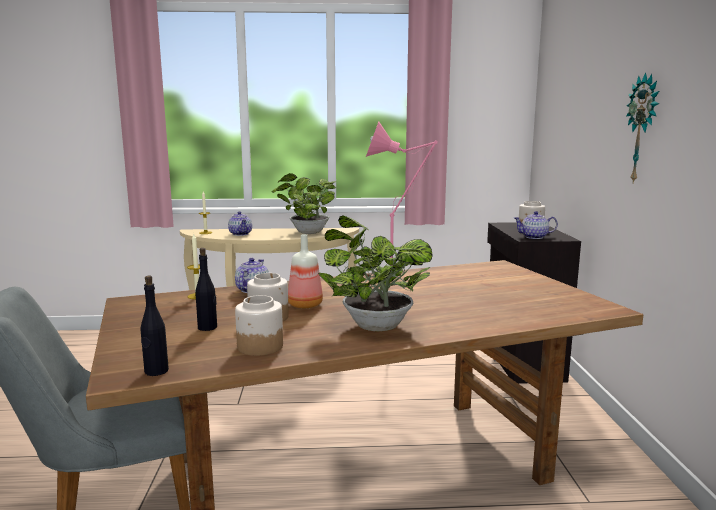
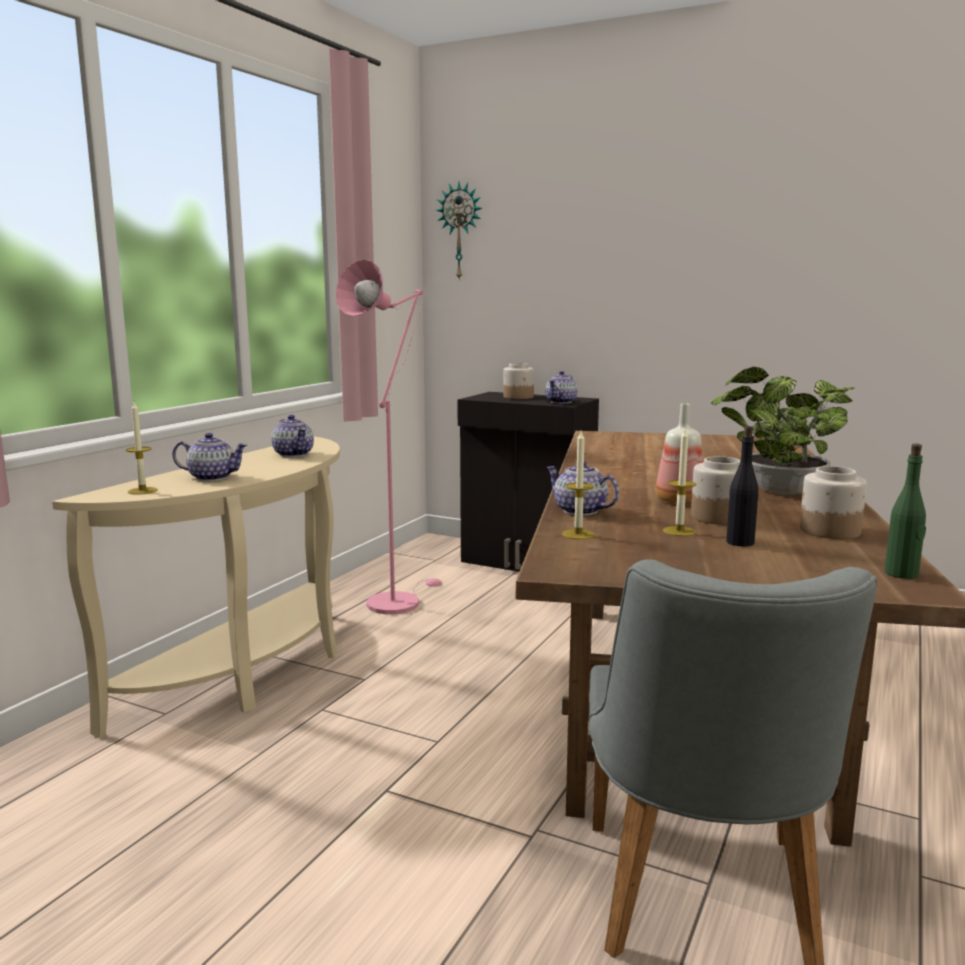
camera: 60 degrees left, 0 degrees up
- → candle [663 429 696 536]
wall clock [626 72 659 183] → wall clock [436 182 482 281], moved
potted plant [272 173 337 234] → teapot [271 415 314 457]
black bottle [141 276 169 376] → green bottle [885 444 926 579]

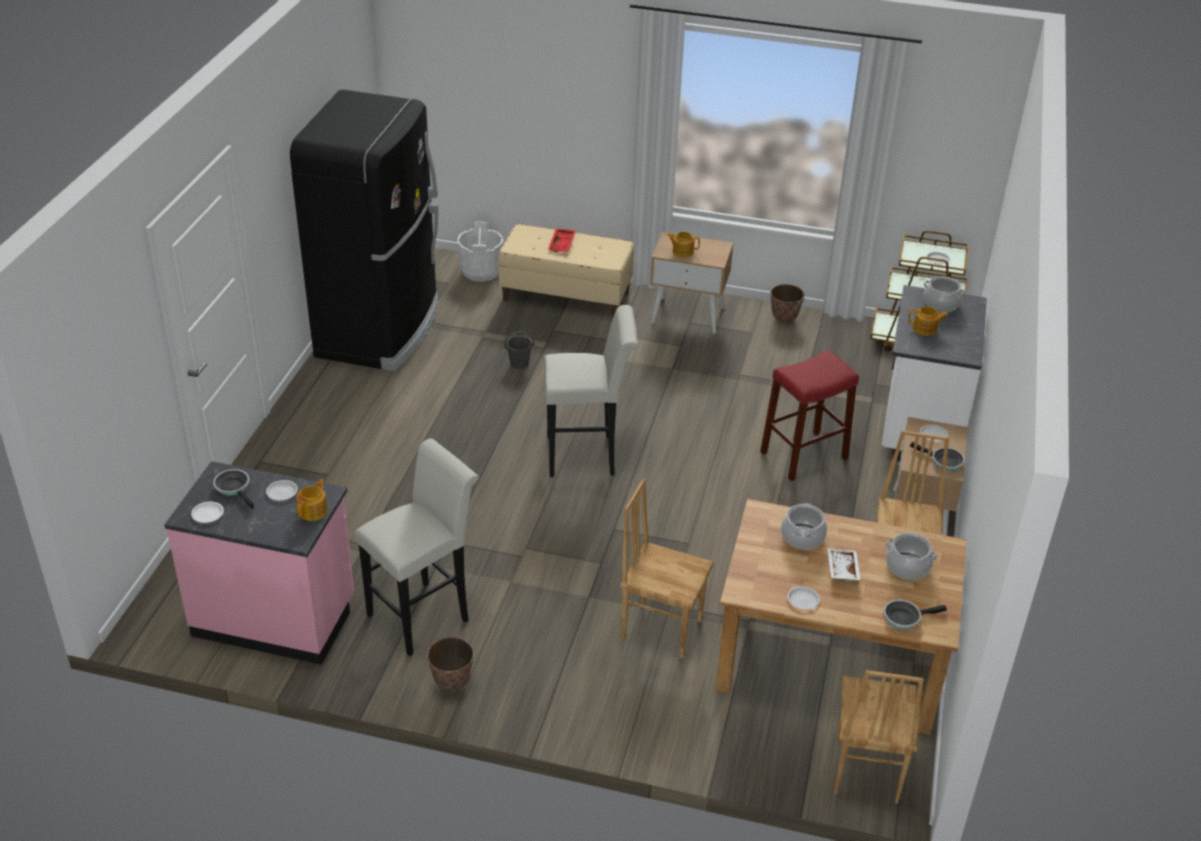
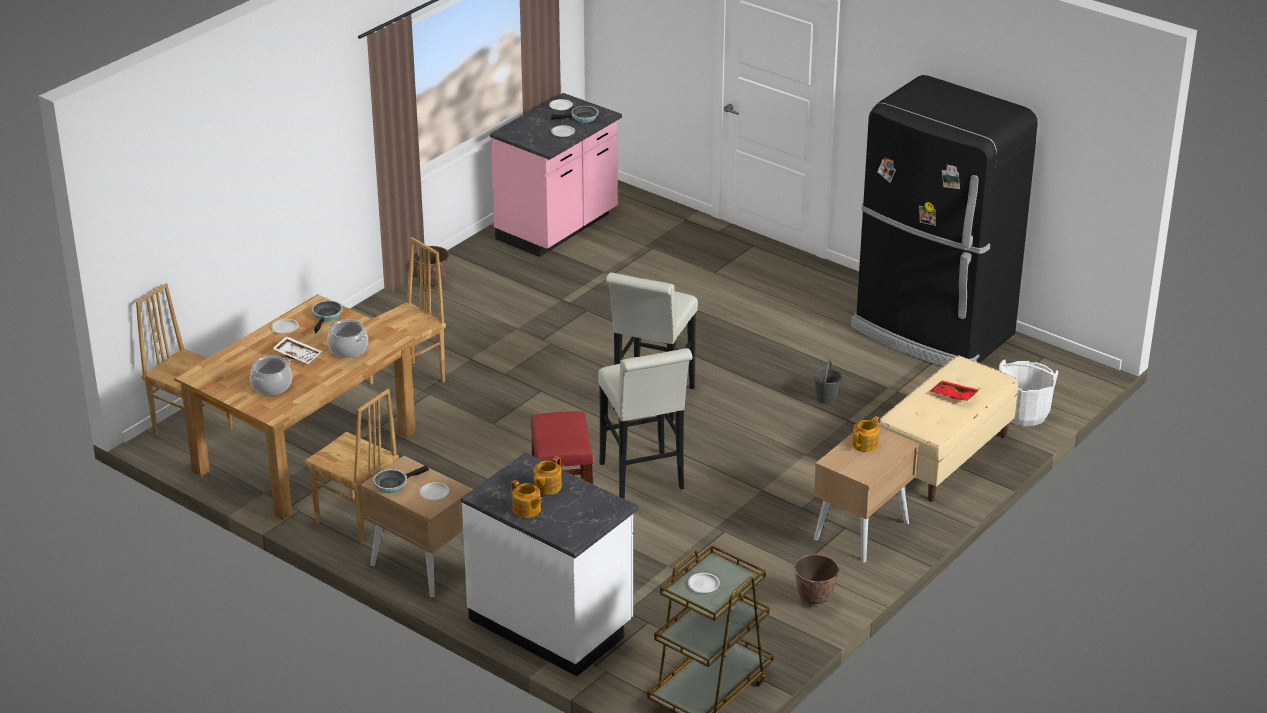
camera: 115 degrees right, 5 degrees down
cooking pot [924 276 966 312] → -
teapot [296 479 327 521] → teapot [511 480 543 518], moved
white stool [354 438 479 656] → white stool [598 348 693 499], moved
frying pan [883 599 947 630] → frying pan [312 300 343 333], moved

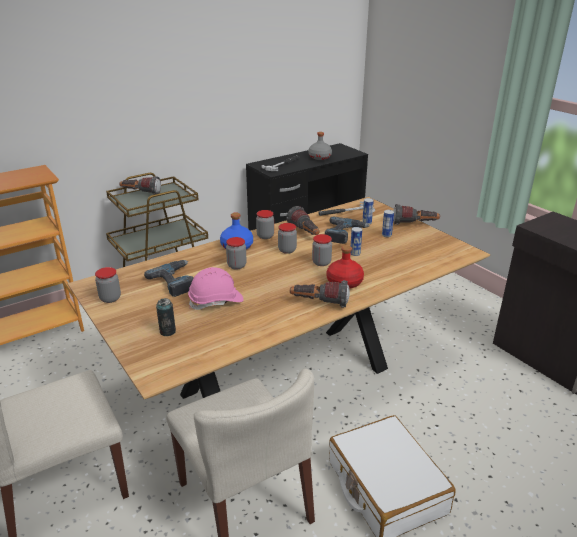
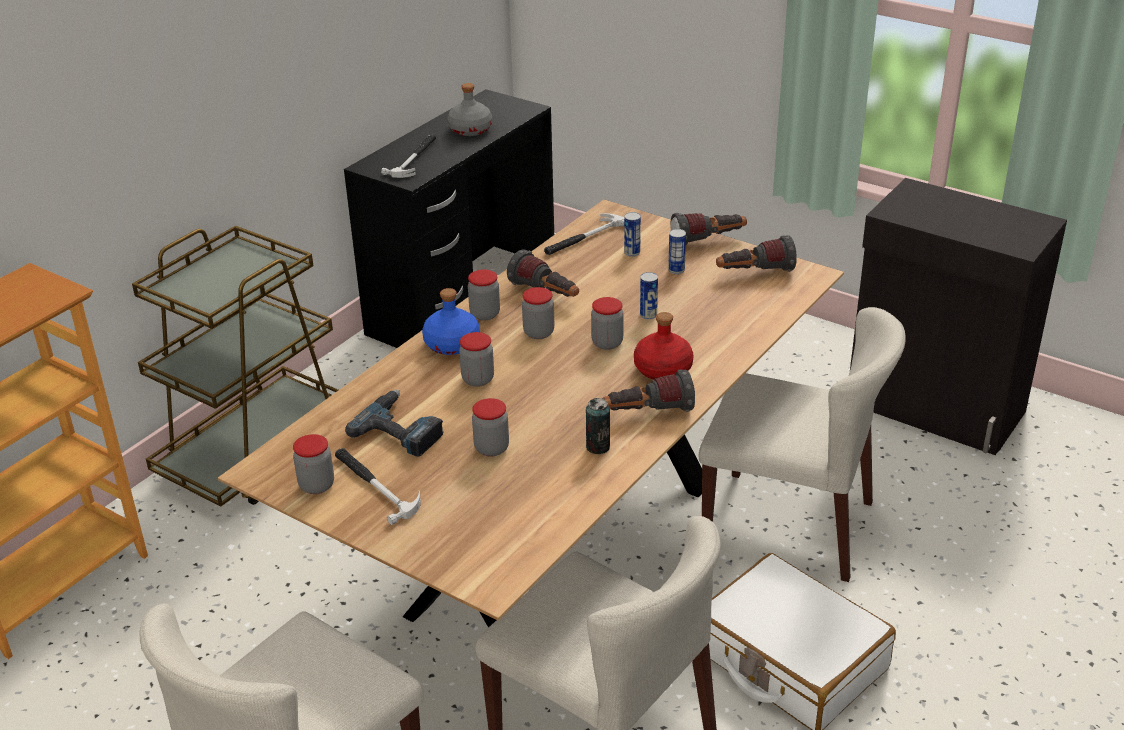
camera: 20 degrees left, 5 degrees up
power drill [325 216 369 244] → -
- → hammer [335 448 421 525]
- → beige chair [699 307 906 582]
flashlight [119 176 161 195] → flashlight [716 235 797 272], moved
can [156 298 176 336] → can [586 398 610 454], moved
pink hard hat [188 267 244 310] → jar [472 398 509 456]

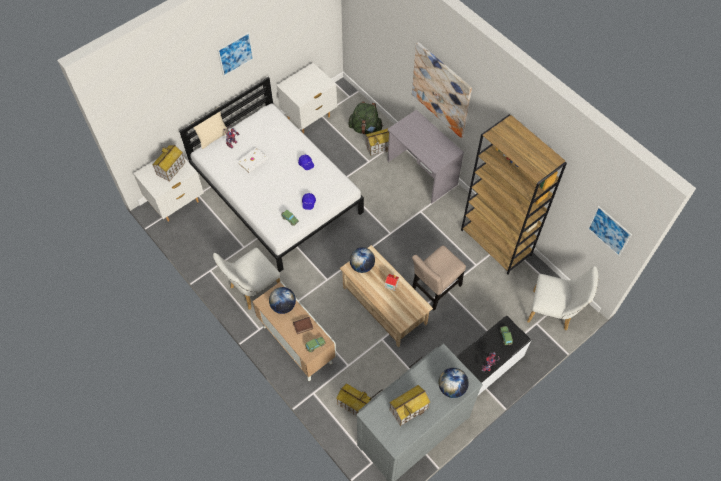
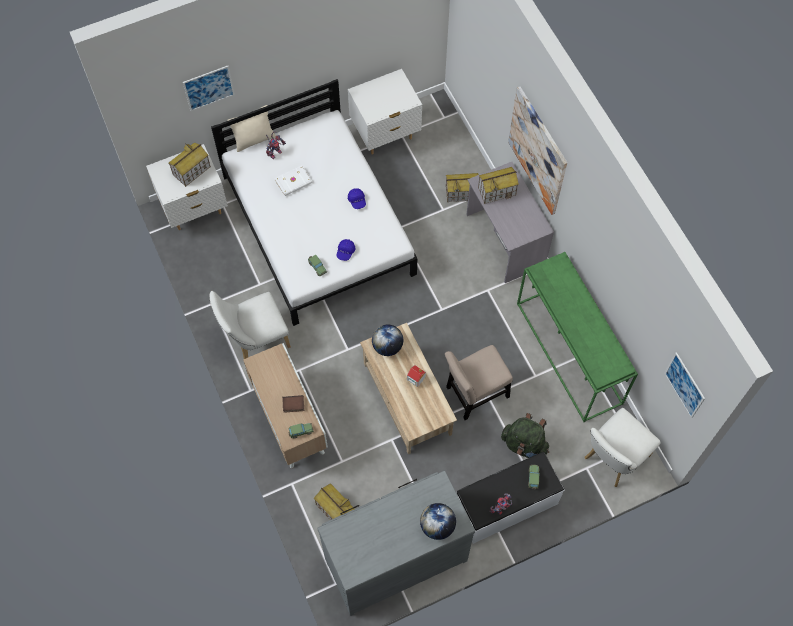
camera: 15 degrees right, 5 degrees up
globe [269 287 296 314] → -
picture [218 32 254 77] → picture [183 66 235 111], moved
green backpack [349 102 383 134] → green backpack [501 413 550 458], moved
toy house [389 385 430 426] → toy house [478 167 519 204], moved
brown bookcase [461 114 567 275] → green console table [517 252 638 422]
white chair [527 266 598 331] → white chair [584 408 661 487], 105 degrees clockwise

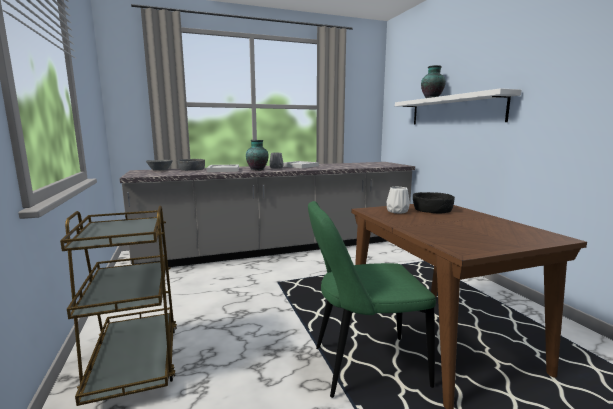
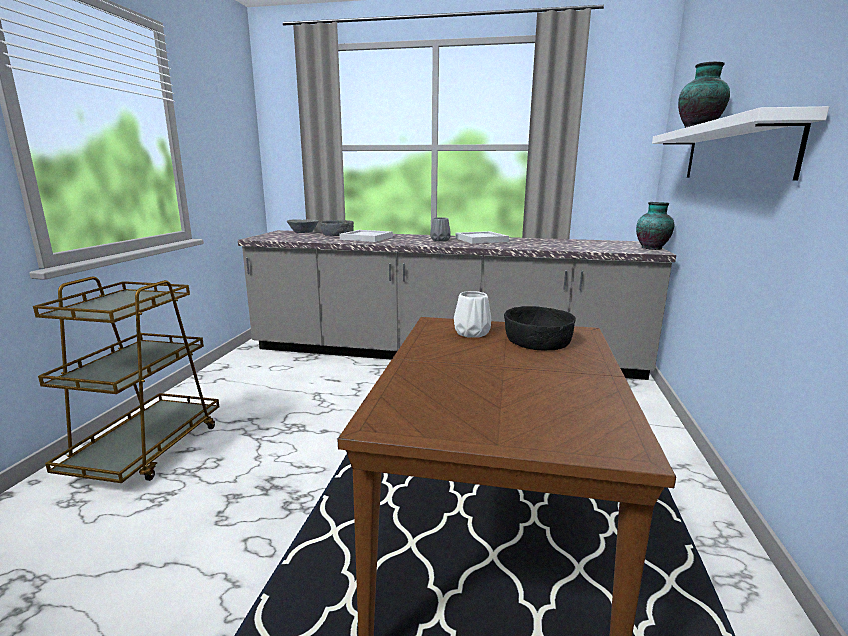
camera: 30 degrees right, 5 degrees up
green chair [308 201 436 398] → -
vase [246 140 269 171] → vase [636 202 674 250], moved

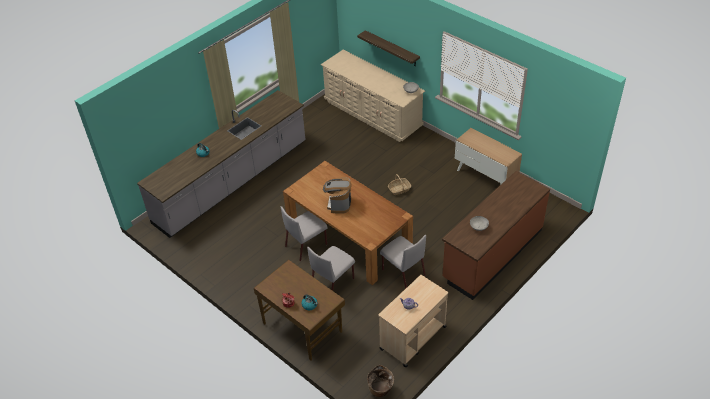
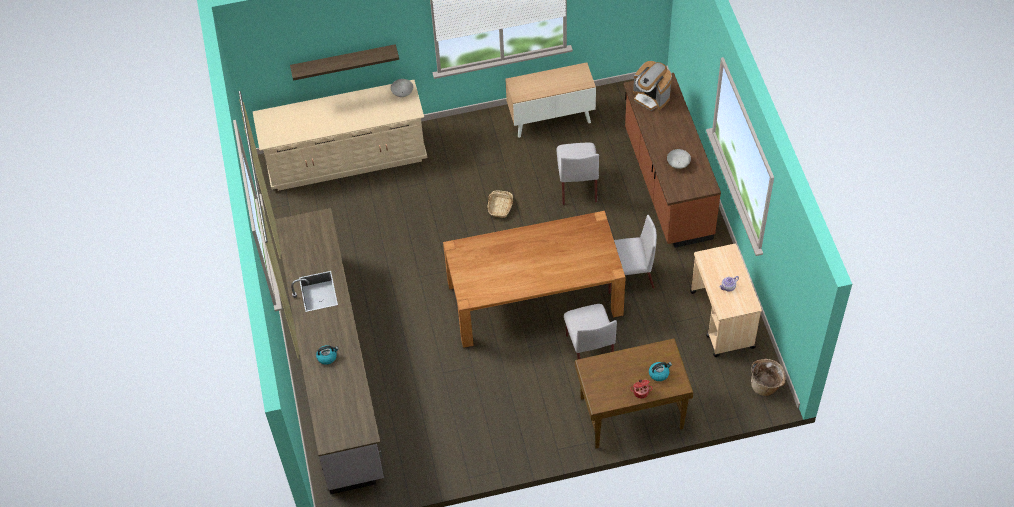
camera: 55 degrees left, 10 degrees up
grey chair [281 206 328 261] → grey chair [557 142 599 205], moved
coffee machine [323 177 352 214] → coffee machine [633 61 672 111], moved

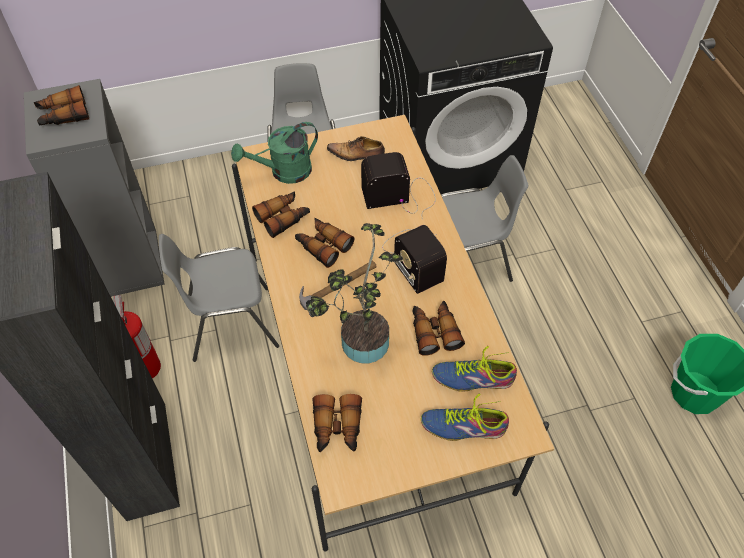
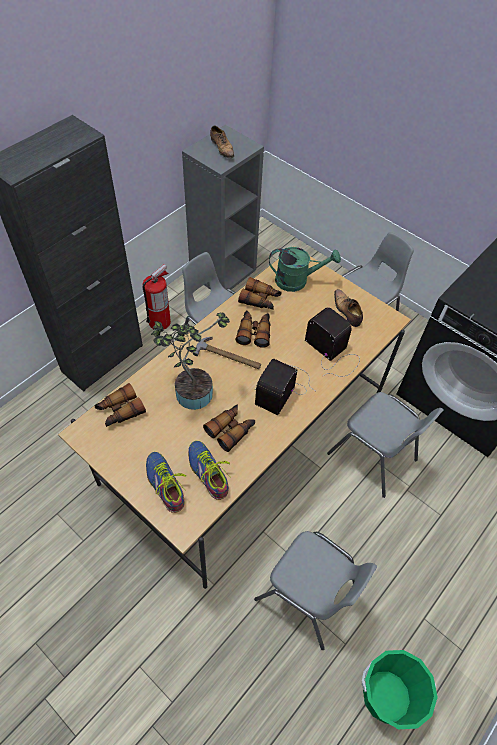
camera: 55 degrees right, 0 degrees up
- → grey chair [254 531 377 650]
binoculars [34 85 89 126] → shoe [210 126 234 158]
green watering can [231 122 318 184] → green watering can [269 247 341 292], 150 degrees clockwise

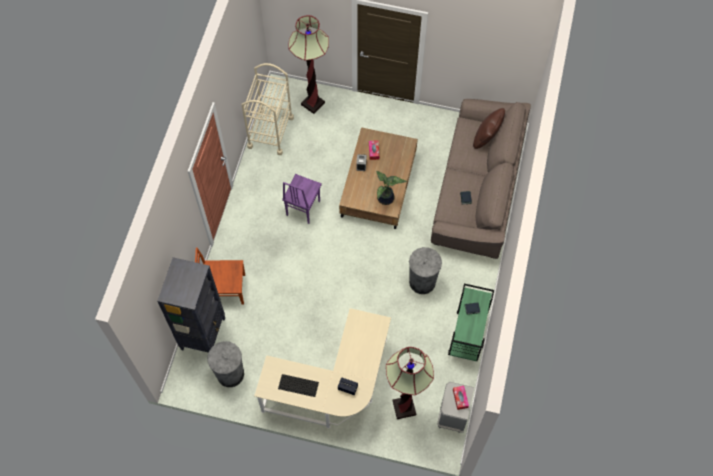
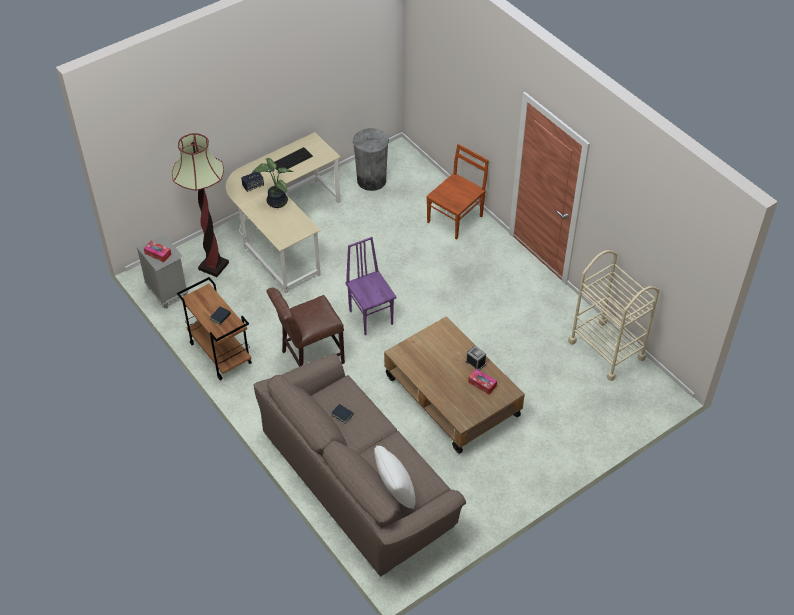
camera: 130 degrees right, 15 degrees down
black bookcase [157 257 226 353] → -
floor lamp [289 15 329 114] → -
purple chair [282 174 322 224] → purple chair [346 237 397 335], moved
potted plant [376 171 407 205] → potted plant [252 158 294 208], moved
grey trash can [409 247 442 294] → brown chair [266 288 345 367]
green cart [448 284 494 361] → brown cart [177 277 252 380]
brown pillow [473 108 505 149] → white pillow [374 445 415 509]

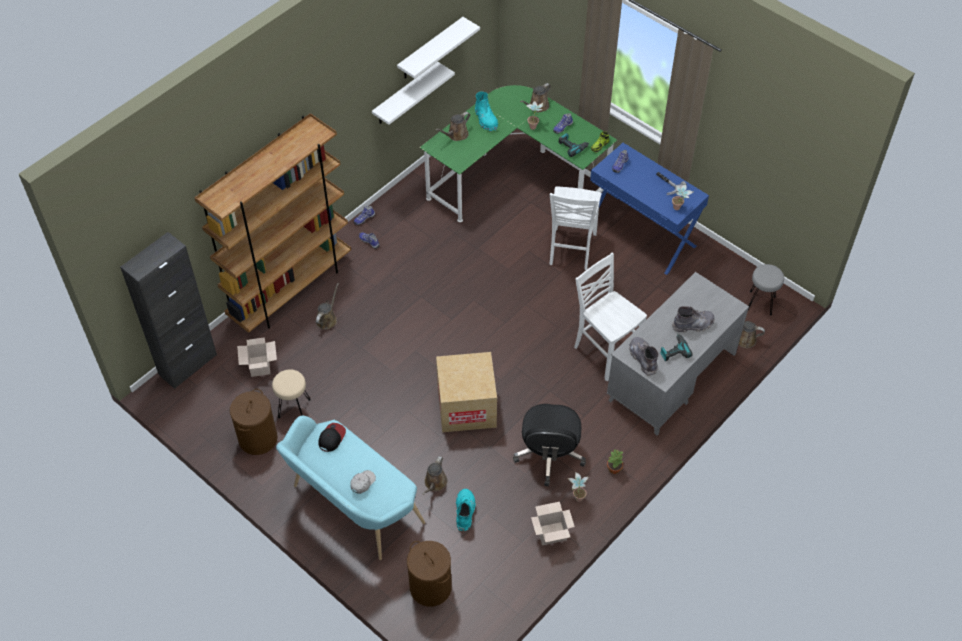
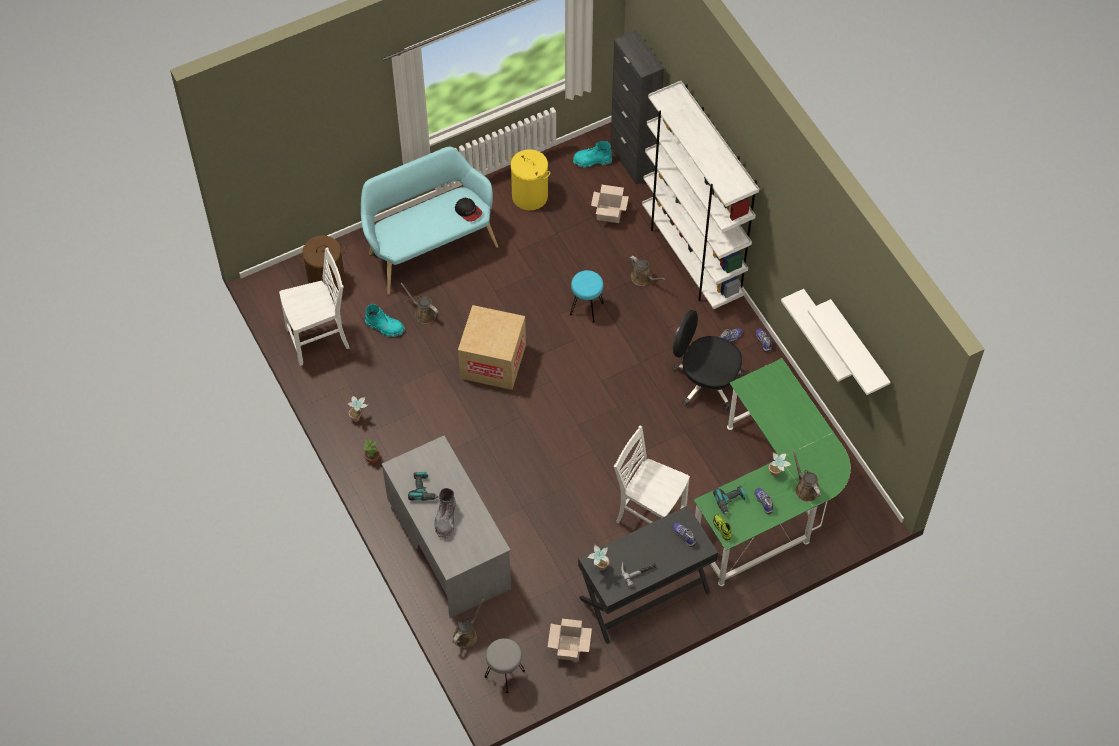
camera: 110 degrees right, 5 degrees up
beige stool [272 369 311 418] → -
white cap [350 470 376 494] → -
brown watering can [435 112 470 141] → -
grey boot [629 337 659 376] → -
- → turquoise stool [570 270 604 323]
turquoise boot [475 91 498 131] → turquoise boot [573 141 612 168], moved
black office chair [513 404 586 487] → black office chair [672 310 745 410], moved
cardboard box [531 502 575 545] → cardboard box [548 619 592 661], moved
white chair [574 252 647 381] → white chair [279 247 349 366], moved
brown bookcase [194 113 351 333] → white bookcase [642 81 759 309]
brown laundry basket [230 389 278 455] → yellow laundry basket [509 149 550 210]
blue desk [590 143 709 275] → black desk [578 506 718 644]

